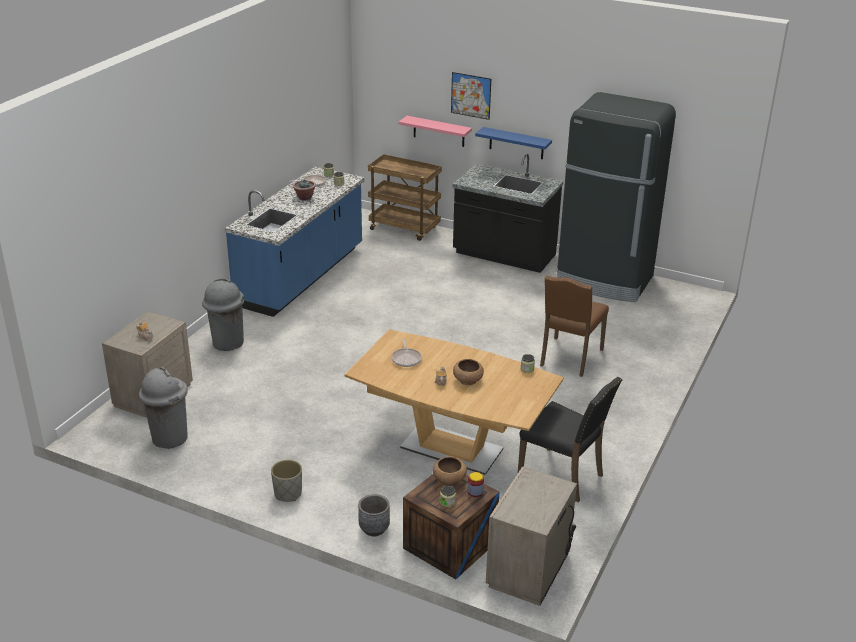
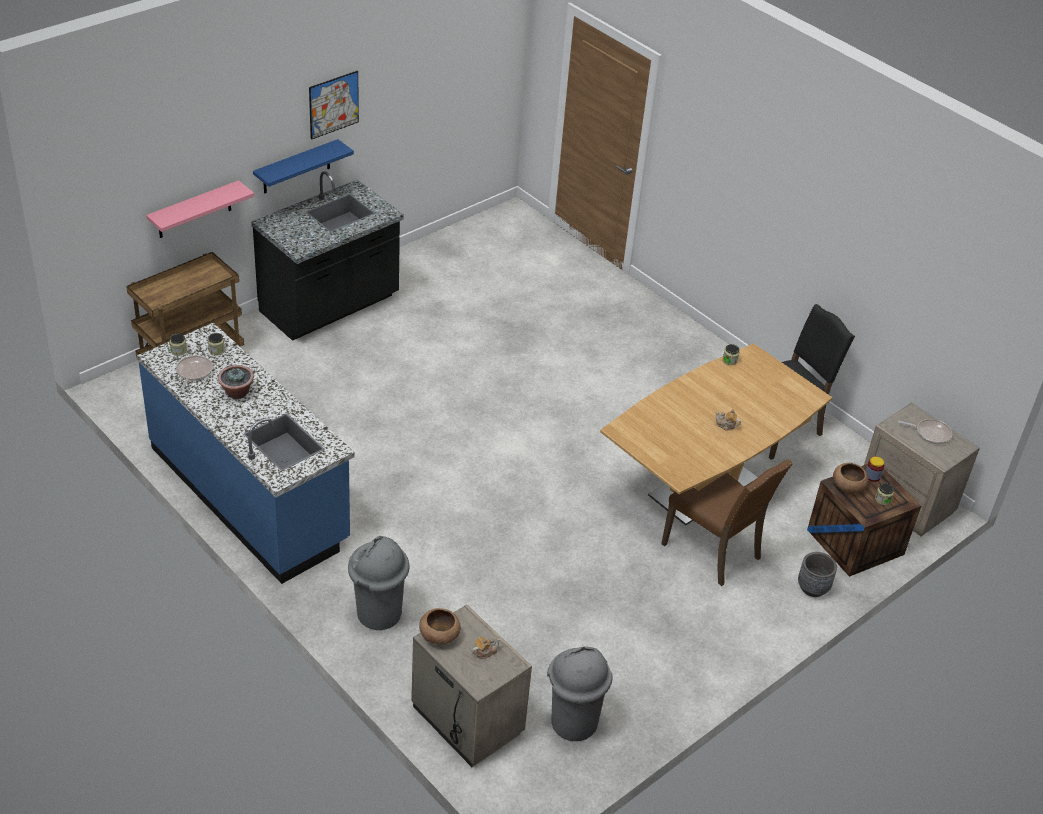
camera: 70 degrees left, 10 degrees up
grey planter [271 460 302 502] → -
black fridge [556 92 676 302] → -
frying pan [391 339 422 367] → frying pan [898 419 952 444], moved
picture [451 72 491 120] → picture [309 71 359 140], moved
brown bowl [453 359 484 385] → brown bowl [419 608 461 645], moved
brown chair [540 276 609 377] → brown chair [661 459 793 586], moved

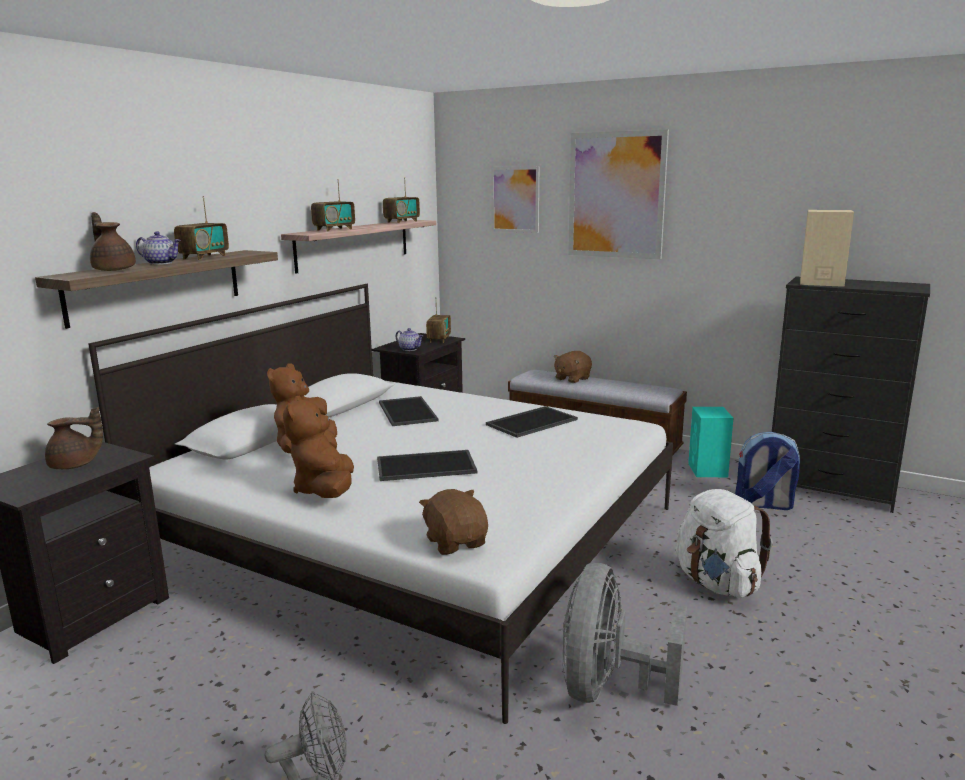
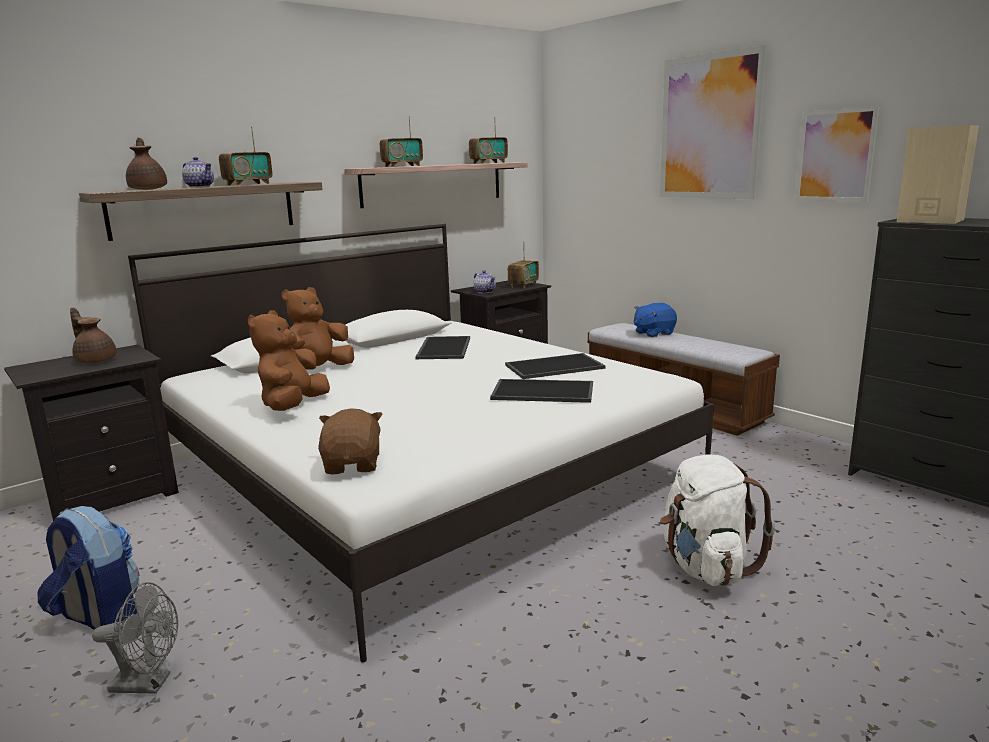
camera: 20 degrees right, 0 degrees up
grey fan [562 563 687 706] → -
turquoise speaker [688 407 733 477] → -
tray [377 450 477 481] → tray [490 379 593 403], moved
picture [491 166 539 233] → picture [795 106 879 202], moved
backpack [735 432 800 510] → backpack [37 506 140 630], moved
brown plush toy [554 351 592 383] → blue plush toy [634 303 677 337]
brown teapot [45 407 103 469] → brown teapot [70 308 117 364], 150 degrees counterclockwise

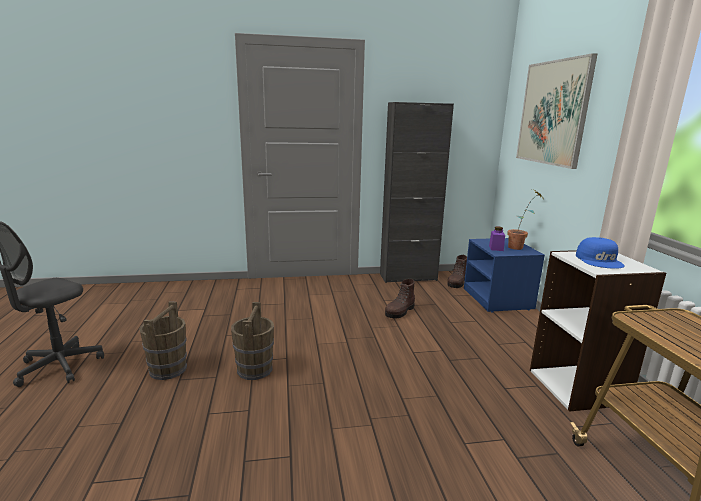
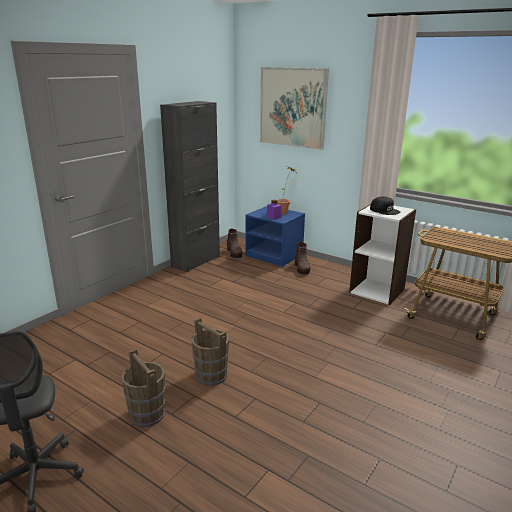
camera: 45 degrees left, 5 degrees up
brown boot [385 279 415 319] → brown boot [295 242 311 274], moved
blue cap [576 237 625 269] → black cap [370 196 400 215]

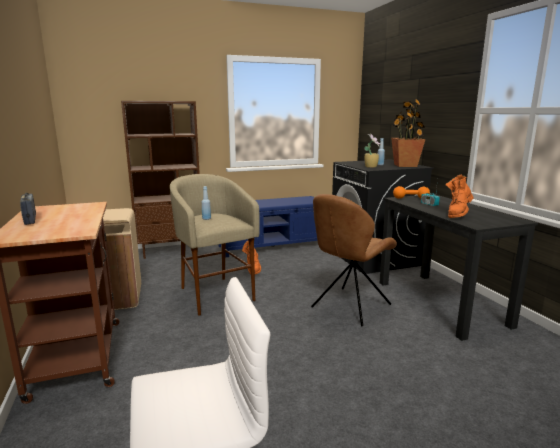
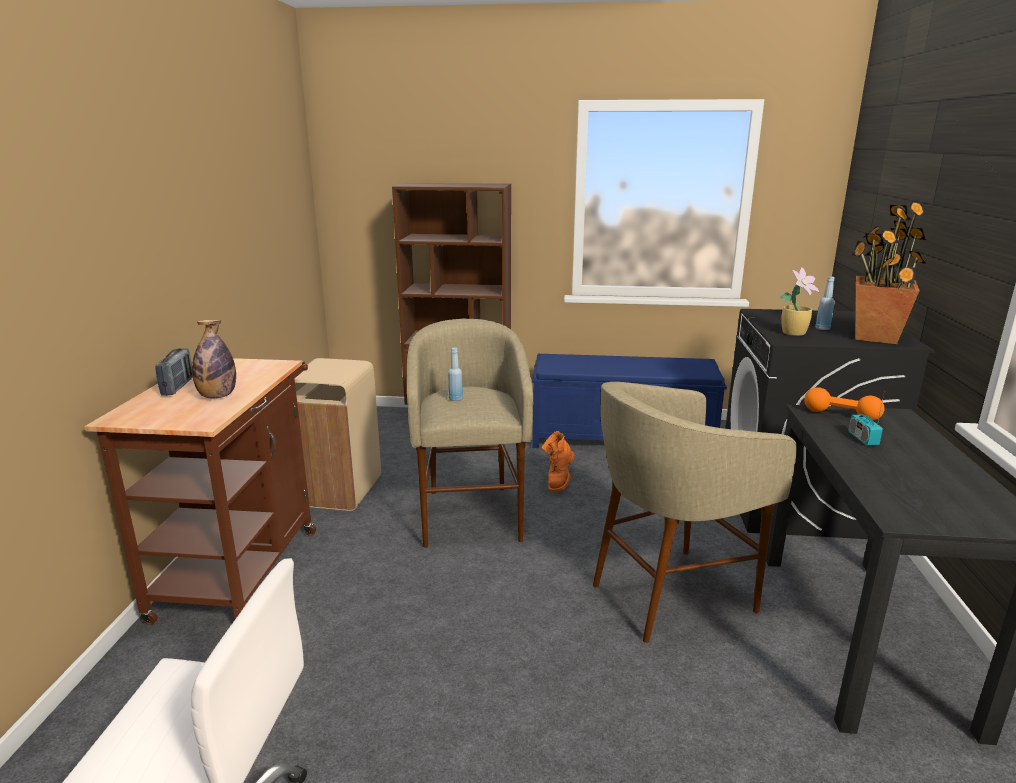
camera: 25 degrees right, 5 degrees up
orange boot [445 175 474 218] → -
- → bottle [192 320 236 398]
brown chair [311 194 397 326] → beige stool [593 382 797 643]

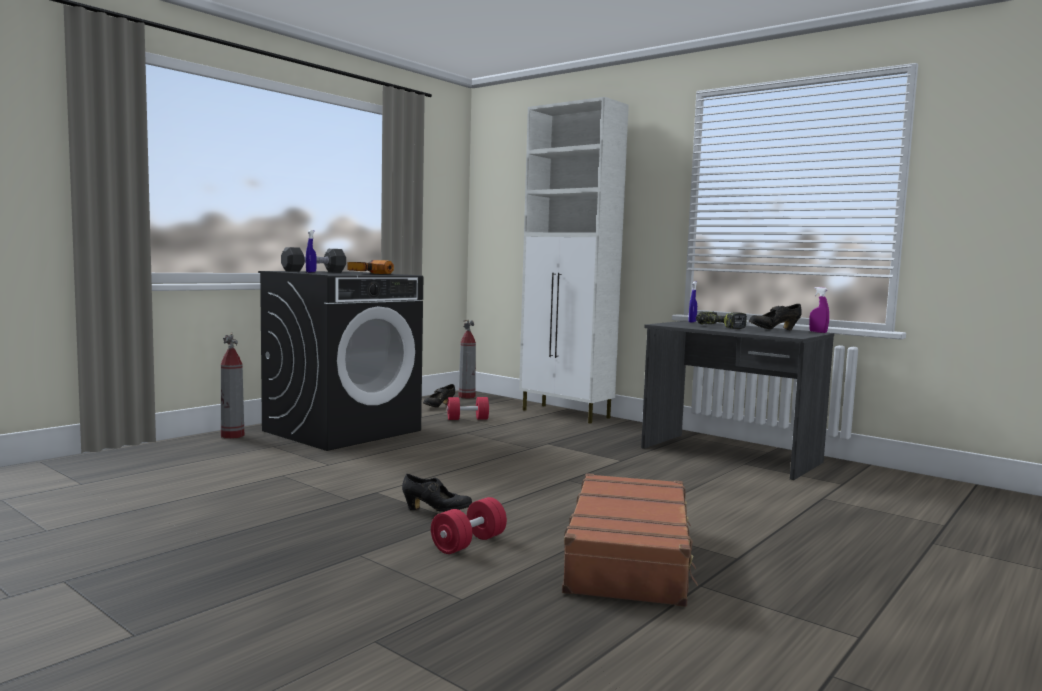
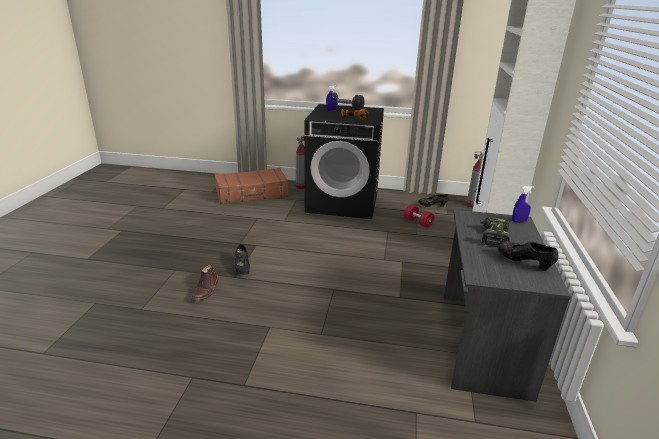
camera: 60 degrees right, 20 degrees up
purple spray bottle [809 287 829 333] → -
brown suitcase [562 473 698 607] → brown suitcase [215 168 289 204], moved
red dumbbell [431 497 507 554] → brown boot [191 264 219 300]

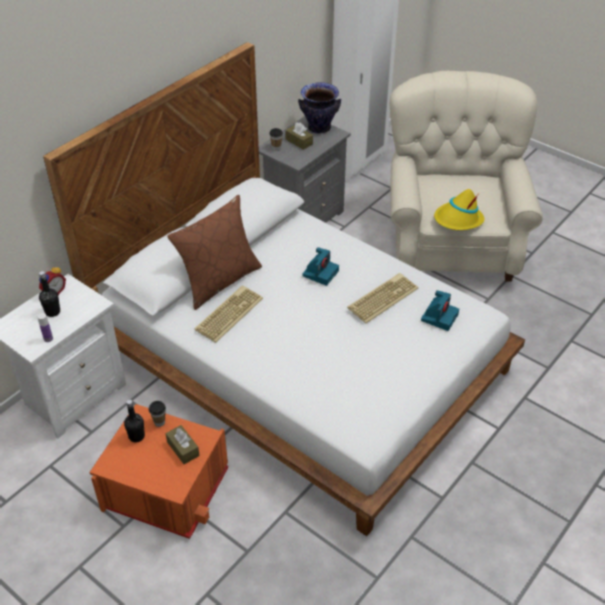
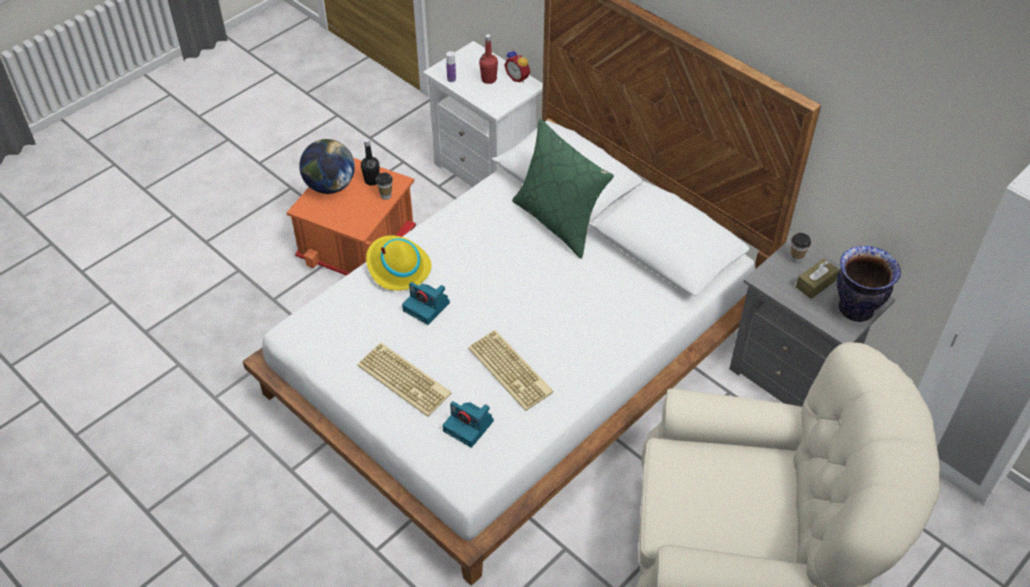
camera: 95 degrees right, 5 degrees up
brown tissue box [166 425 200 464] → -
- → globe [299 139 355 194]
keyboard [194 286 263 343] → keyboard [357 343 451 417], moved
photo camera [302 247 339 286] → photo camera [402 282 450 325], moved
yellow hat [434 189 484 230] → yellow hat [366 235 432 291], moved
black bottle [39 271 60 317] → red bottle [479 34 498 84]
brown pillow [167 195 262 310] → green pillow [512 119 614 259]

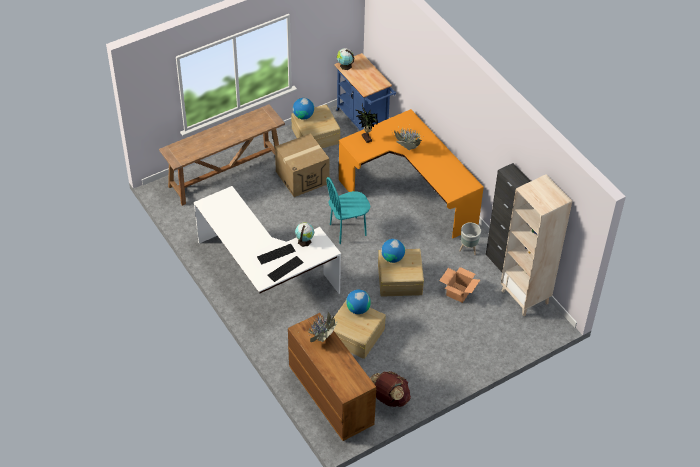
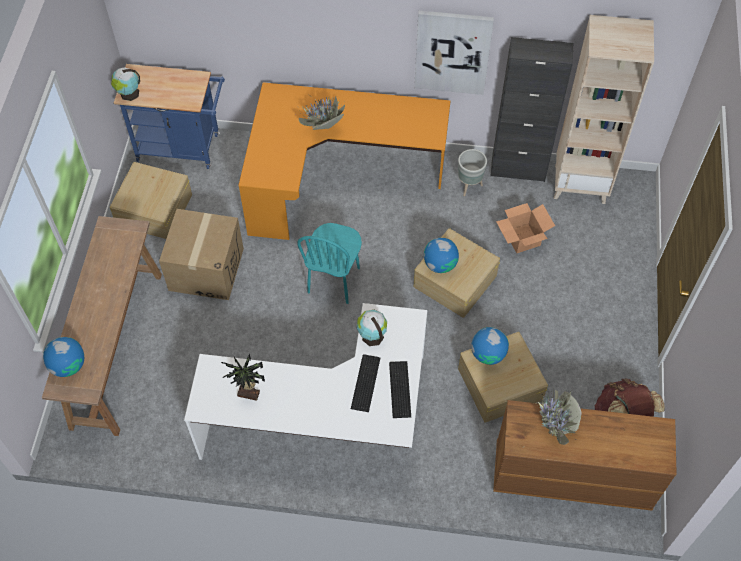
camera: 50 degrees left, 10 degrees up
- → picture [414 11 494 95]
globe [293 98 314 120] → globe [43 337 84 377], moved
potted plant [356 106 378 143] → potted plant [221 353 265 401], moved

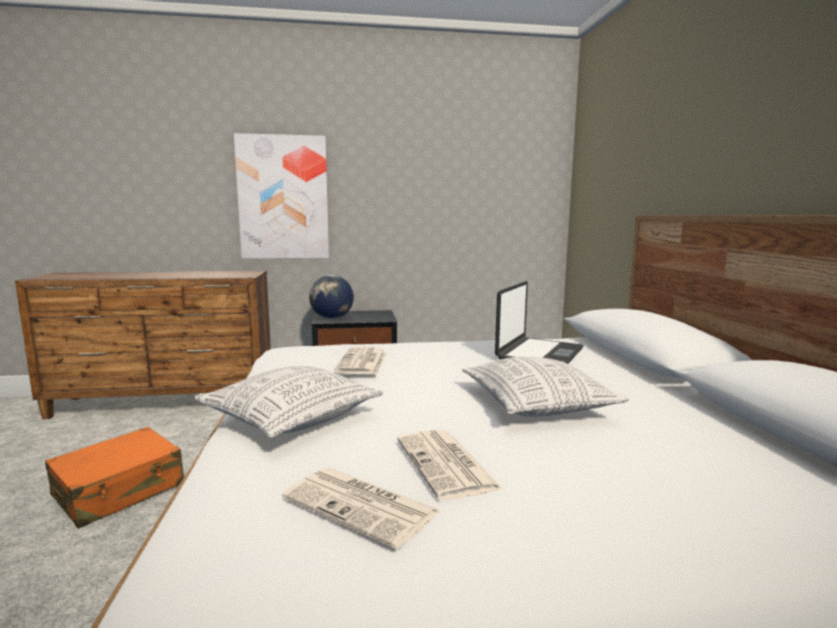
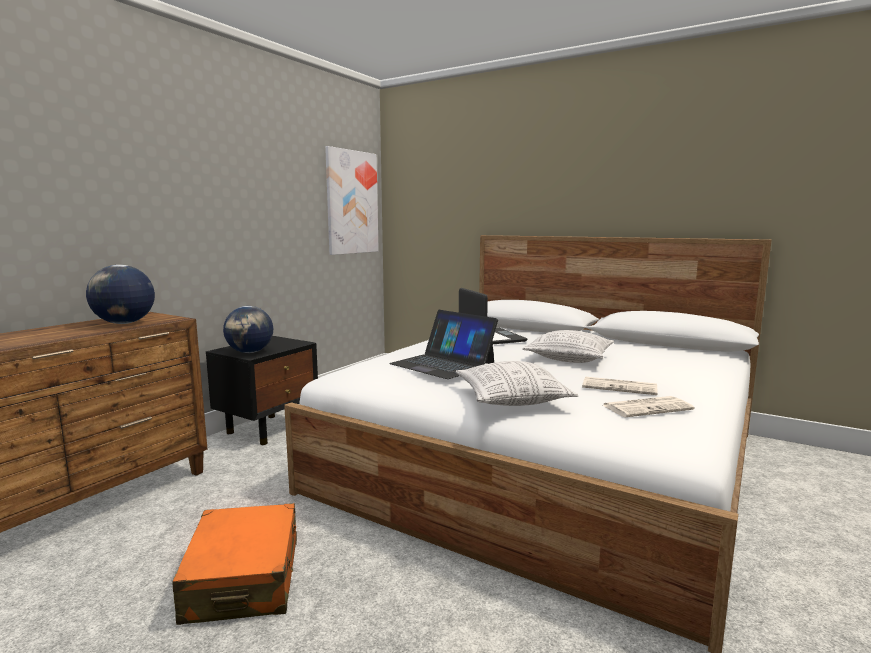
camera: 50 degrees left, 0 degrees up
- → globe [86 265 155 324]
picture [234 133 329 259] → picture [325 146 379 255], moved
newspaper [334 347 387 374] → laptop [389 310 498 379]

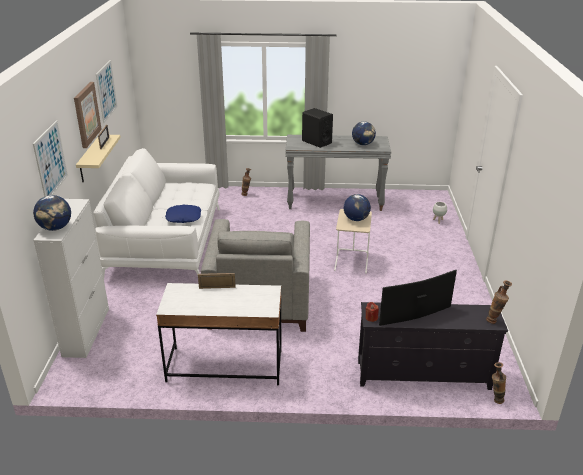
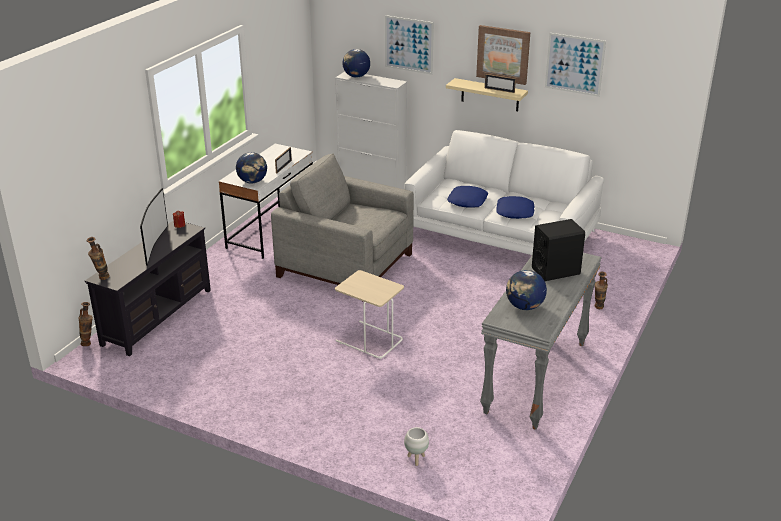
camera: 115 degrees right, 0 degrees up
- → blue pillow [496 196 534 219]
globe [344 194 371 221] → globe [236 152 267 183], moved

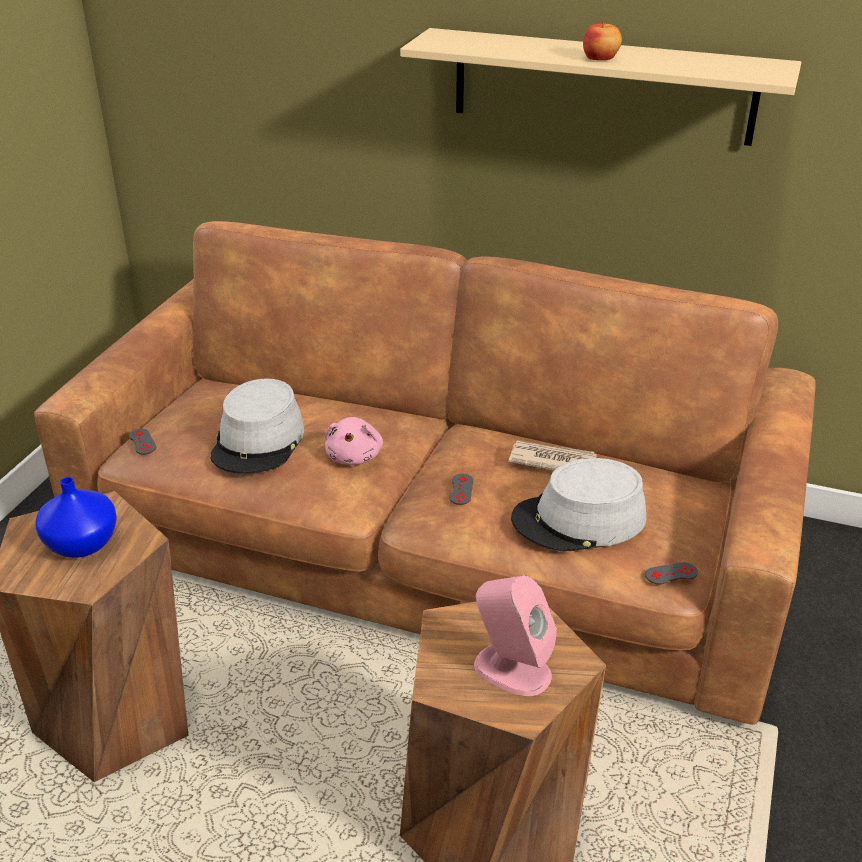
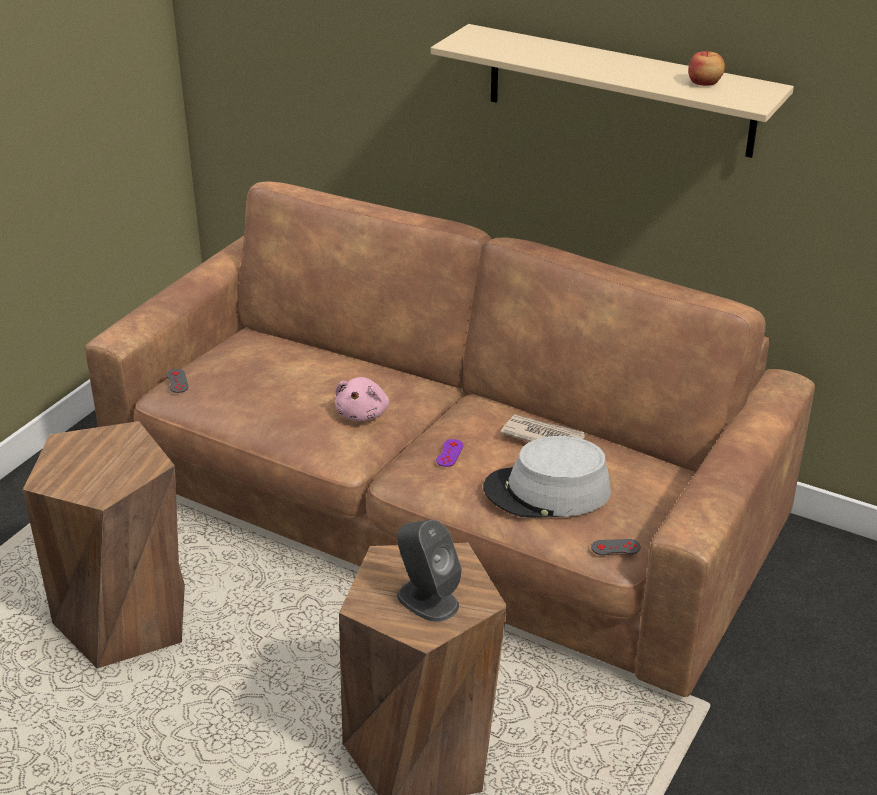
camera: 10 degrees right, 0 degrees up
blue vase [35 477 117 558] → -
grey hat [211 378 304 474] → -
apple [583 20 622 60] → apple [688 50 725 86], moved
grey game controller [449 474 473 505] → purple game controller [436 439 463 467]
pink speaker [474 575 557 696] → grey speaker [397 520 462 622]

